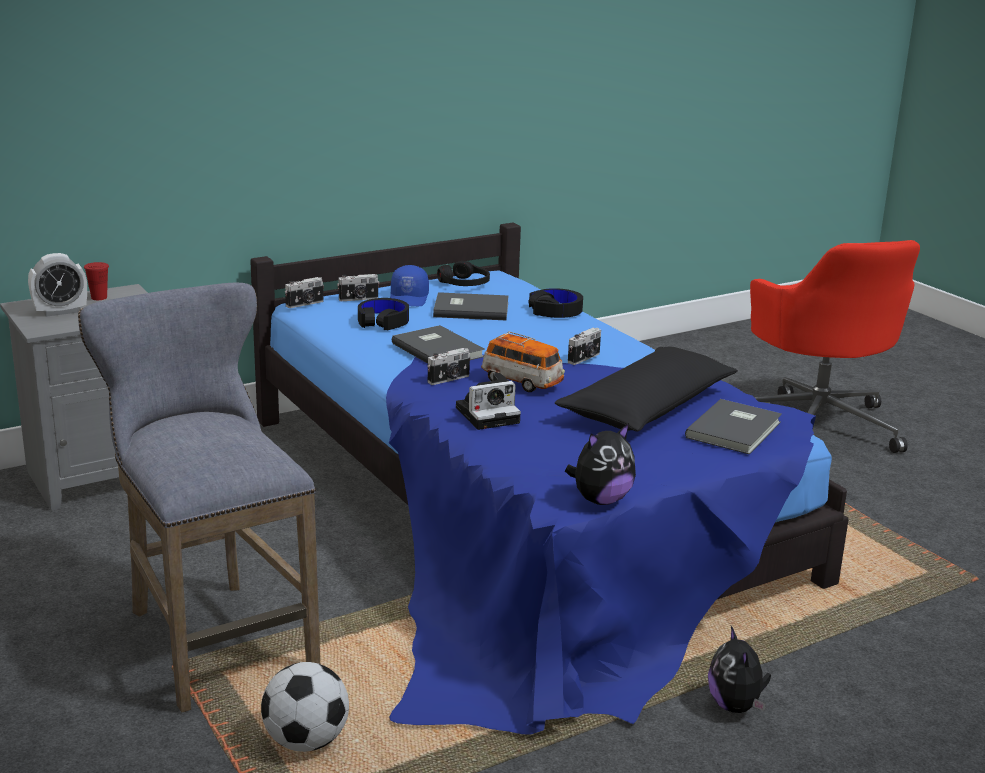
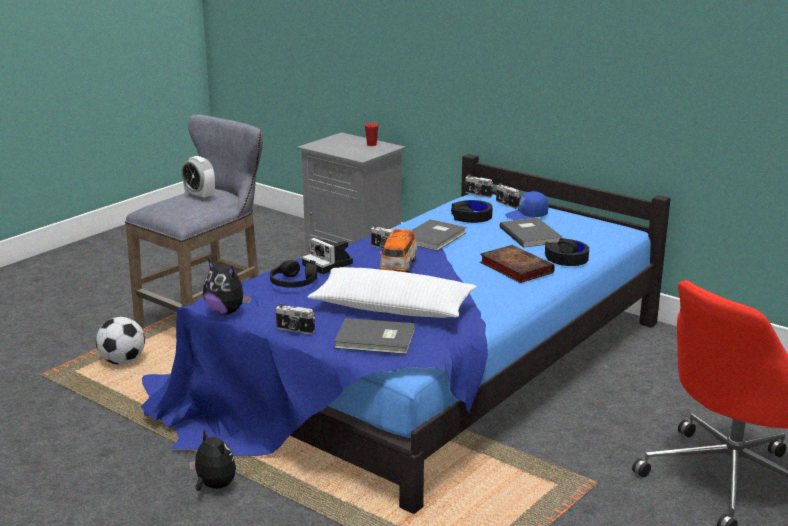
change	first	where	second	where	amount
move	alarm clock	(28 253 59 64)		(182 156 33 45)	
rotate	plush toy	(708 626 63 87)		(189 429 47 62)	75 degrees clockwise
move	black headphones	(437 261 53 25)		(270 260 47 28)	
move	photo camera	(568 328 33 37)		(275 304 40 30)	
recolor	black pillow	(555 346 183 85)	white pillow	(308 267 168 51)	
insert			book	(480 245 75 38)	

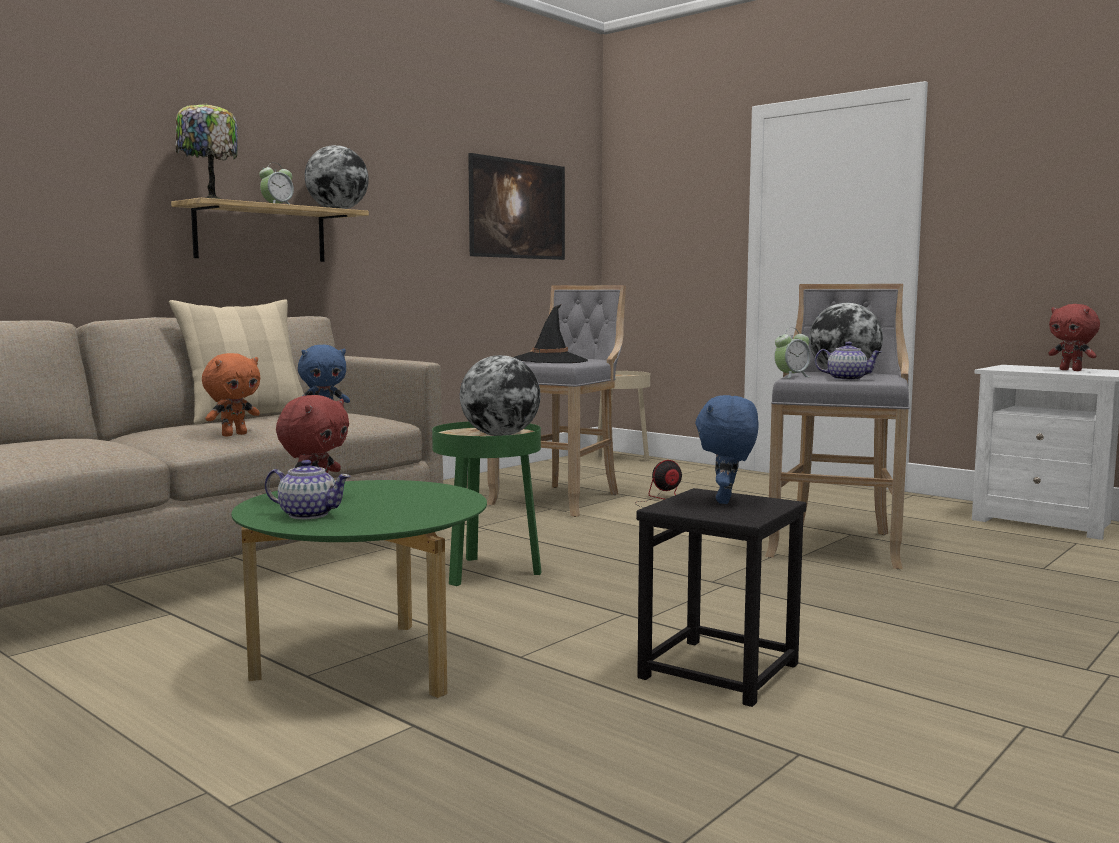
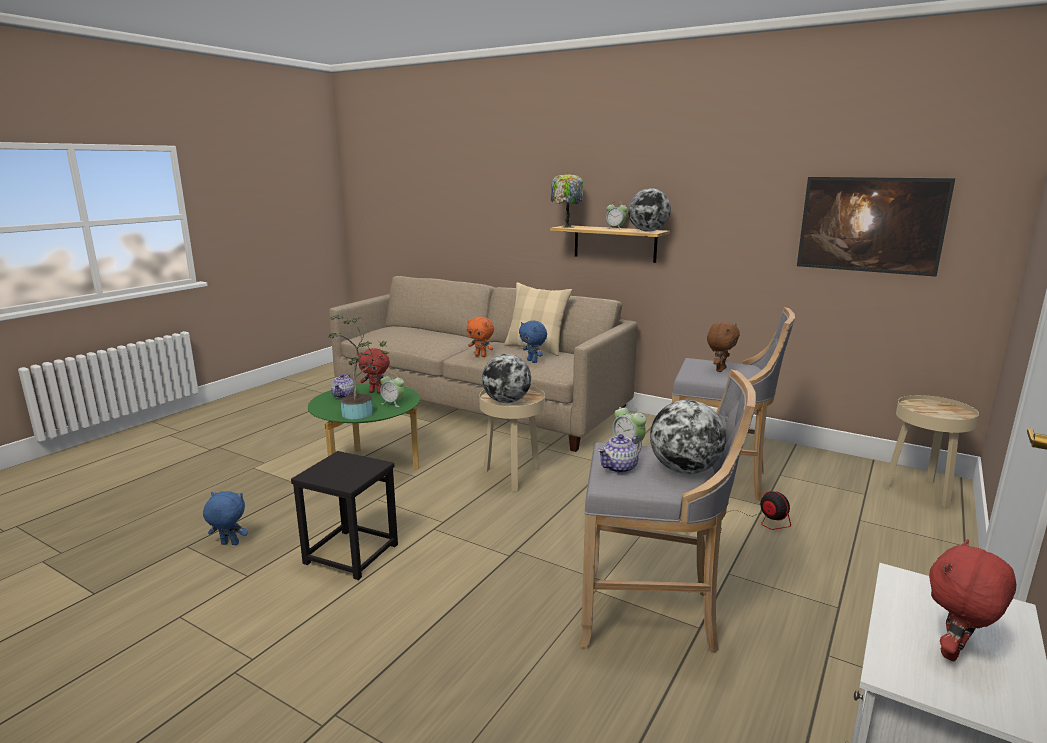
change	first	where	second	where	amount
move	blue plush toy	(695 395 63 109)		(203 491 45 54)	
insert			potted plant	(328 316 61 103)	
insert			alarm clock	(380 373 24 34)	
recolor	green side table	(432 422 109 164)	beige side table	(479 386 66 105)	
rotate	teapot	(815 342 66 39)		(598 434 44 40)	45 degrees clockwise
replace	black hat	(514 304 74 59)	brown plush toy	(707 322 33 50)	

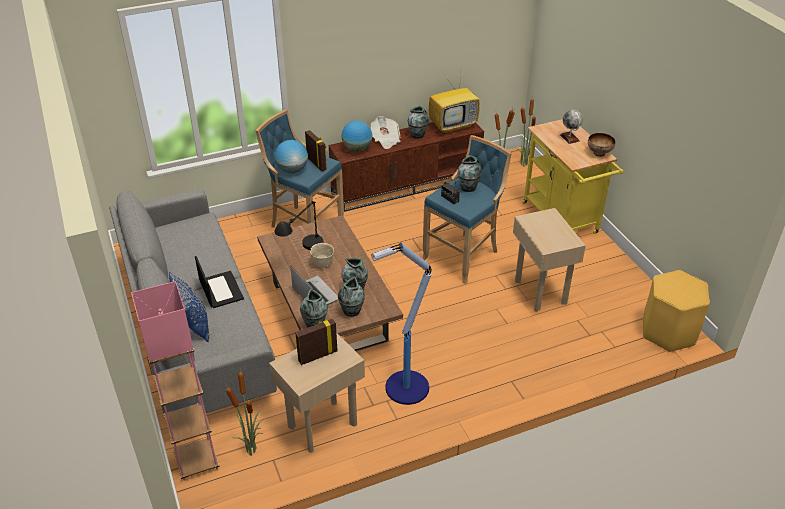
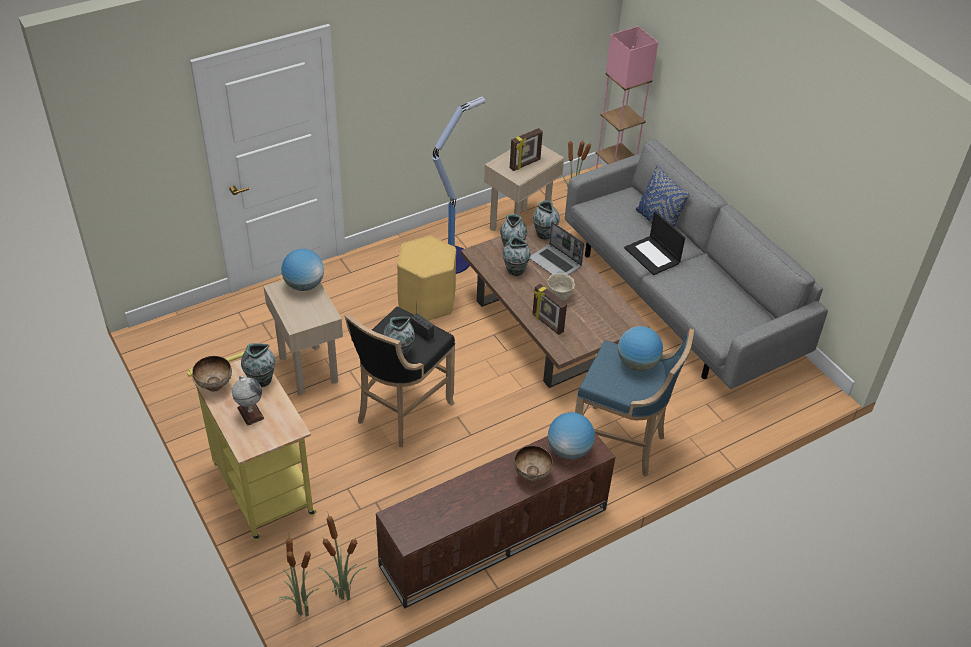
change	first	where	second	where	amount
move	vase	(407 106 22 33)		(241 343 34 44)	
insert			globe	(281 249 43 42)	
recolor	blue stool	(422 135 90 149)	black stool	(345 307 110 140)	
move	yellow stool	(643 270 67 82)		(397 236 59 85)	
replace	newspaper	(370 116 31 33)	bowl	(514 446 39 35)	
move	picture frame	(305 130 22 41)		(532 284 35 51)	
delete	black table lamp	(274 201 50 49)			
delete	television	(429 74 51 60)			

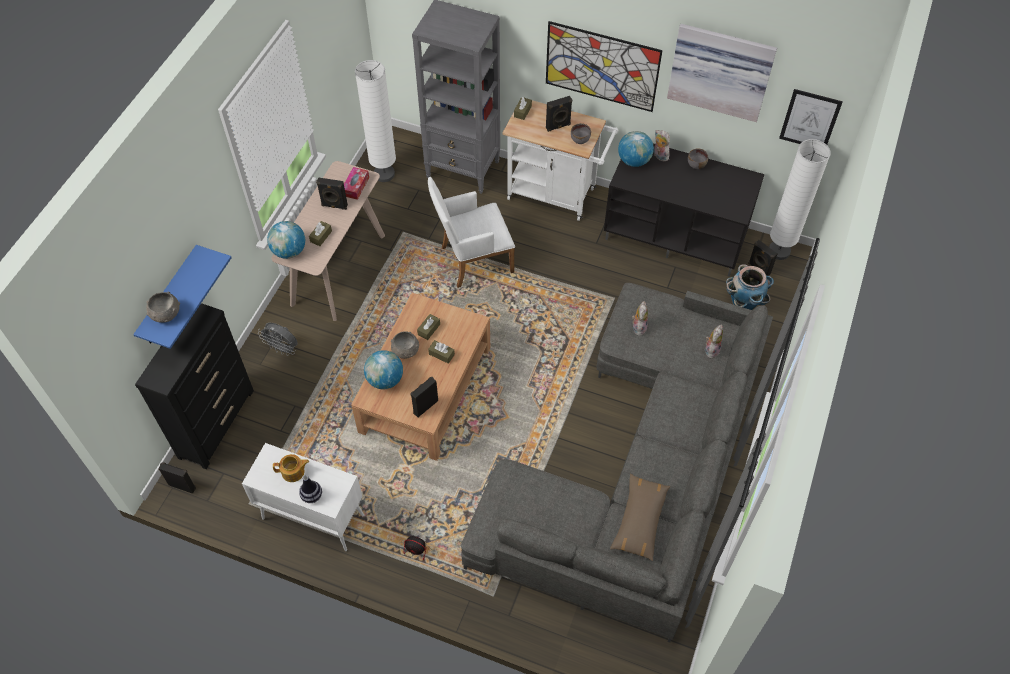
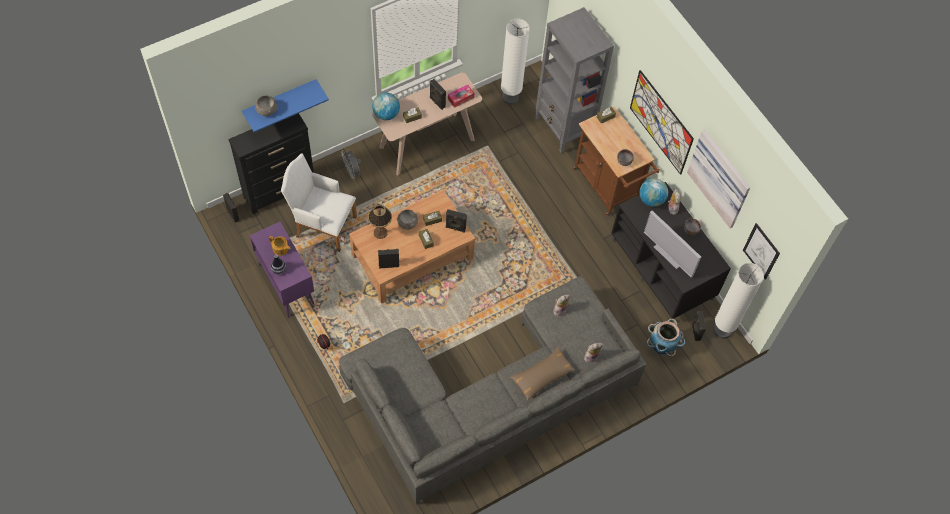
change	first	where	second	where	amount
recolor	white cabinet	(242 443 122 108)	purple cabinet	(249 222 65 95)	
move	white armchair	(428 177 87 111)		(281 153 76 99)	
replace	globe	(364 350 39 39)	table lamp	(368 205 24 34)	
move	black speaker	(546 96 26 36)		(446 209 21 23)	
move	brown pillow	(610 474 60 87)		(510 347 65 54)	
recolor	white cart	(502 100 116 121)	brown cart	(573 107 87 108)	
insert			television	(644 211 57 67)	

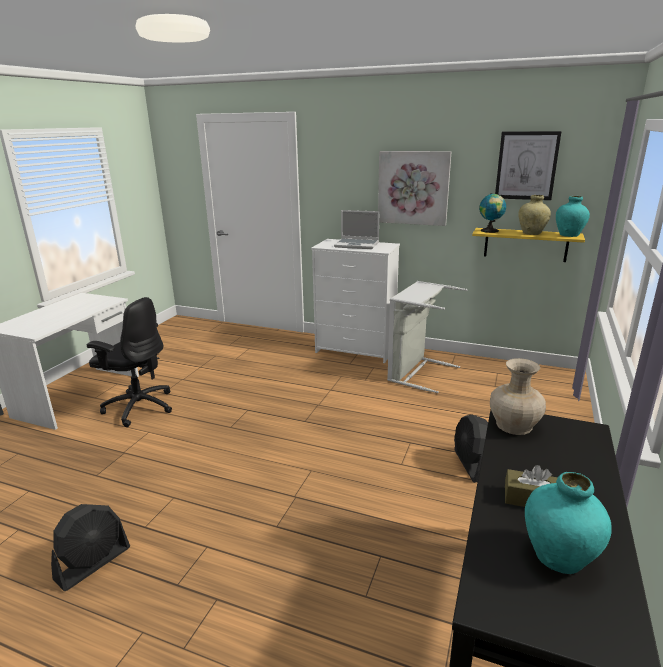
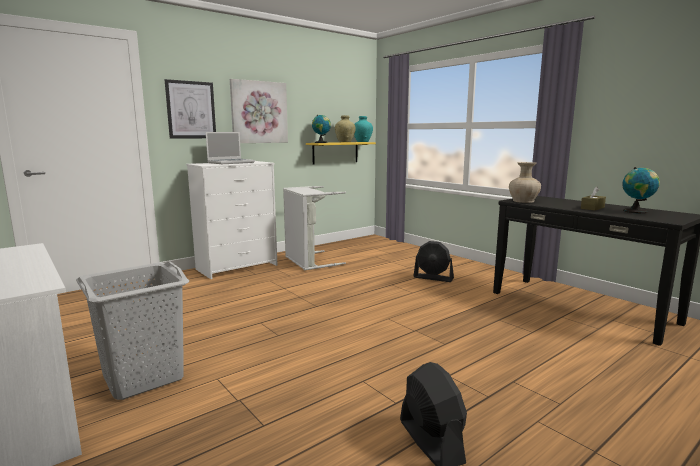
change	first	where	second	where	amount
replace	black office chair	(87 297 85 130)	grey laundry basket	(76 261 113 139)	
move	picture	(495 131 67 69)		(165 79 51 60)	
replace	turquoise vase	(525 472 87 102)	globe	(622 167 38 47)	

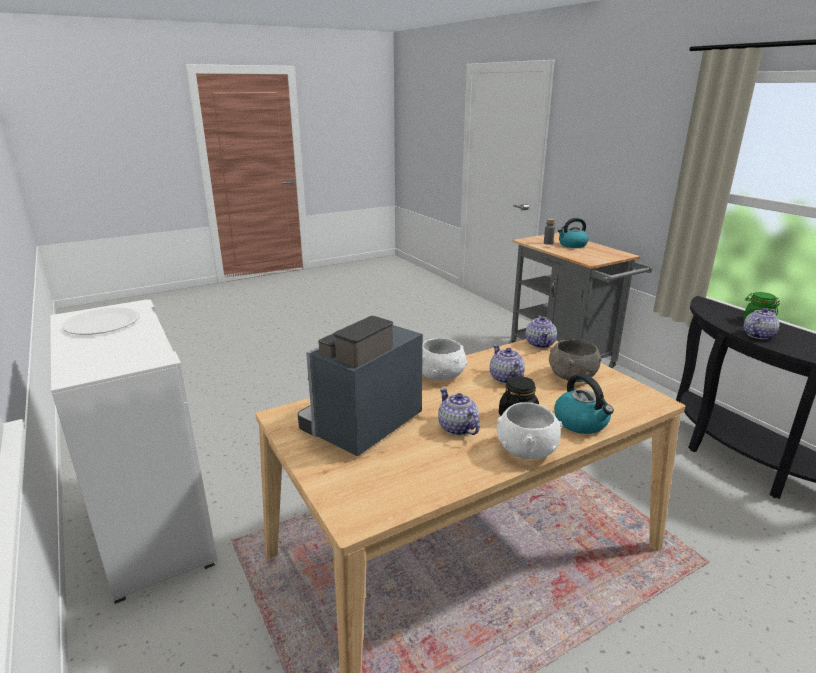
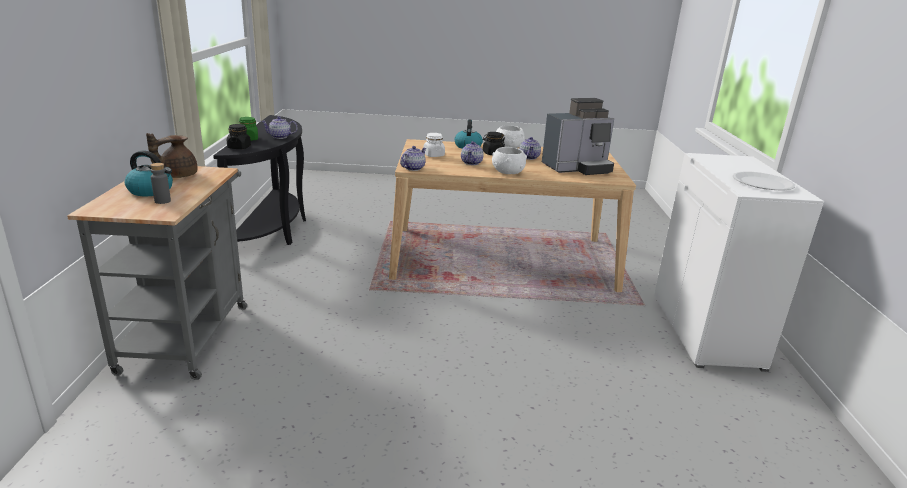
change	first	where	second	where	amount
insert			brown teapot	(146 133 51 45)	
insert			black jar	(227 124 24 25)	
replace	grey bowl	(549 339 52 43)	white jar	(423 133 22 24)	

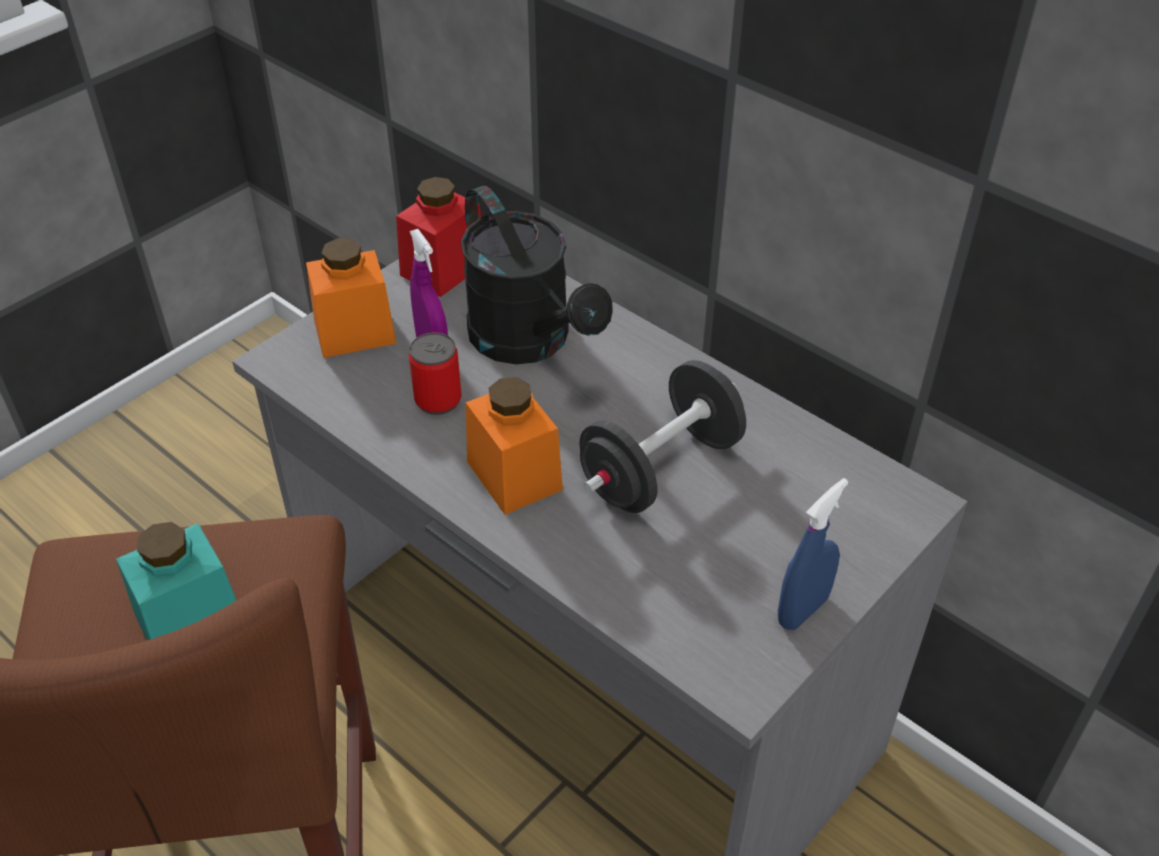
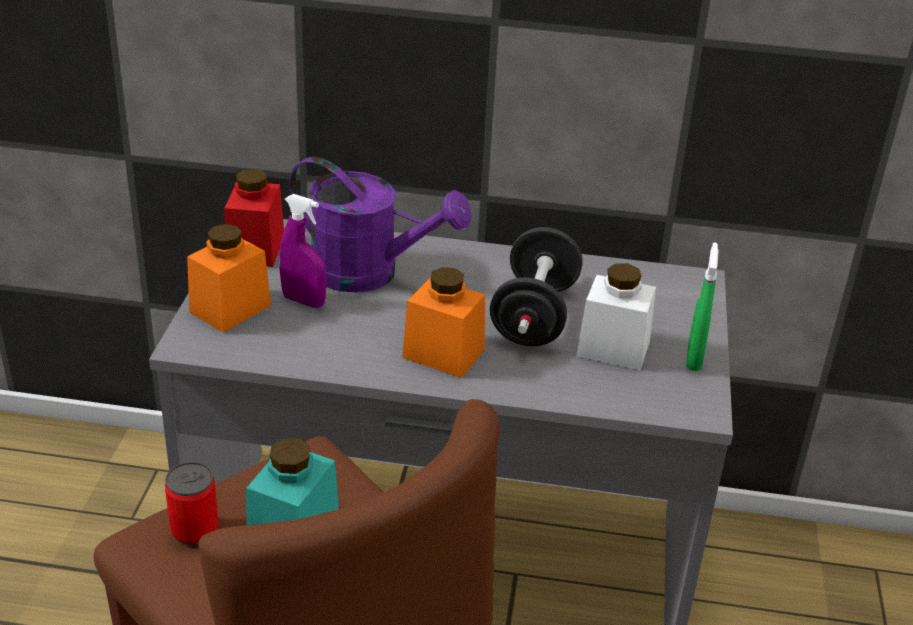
change	first	where	second	where	amount
move	can	(409 332 53 83)		(165 462 54 83)	
recolor	black watering can	(461 186 152 178)	purple watering can	(289 157 183 136)	
insert			white jar	(576 264 80 106)	
recolor	blue spray bottle	(778 478 71 152)	green spray bottle	(686 242 33 129)	

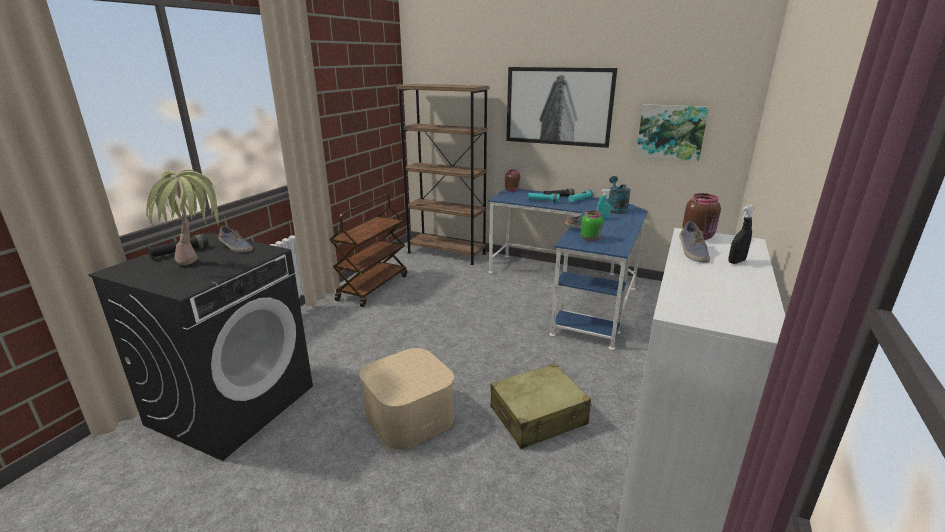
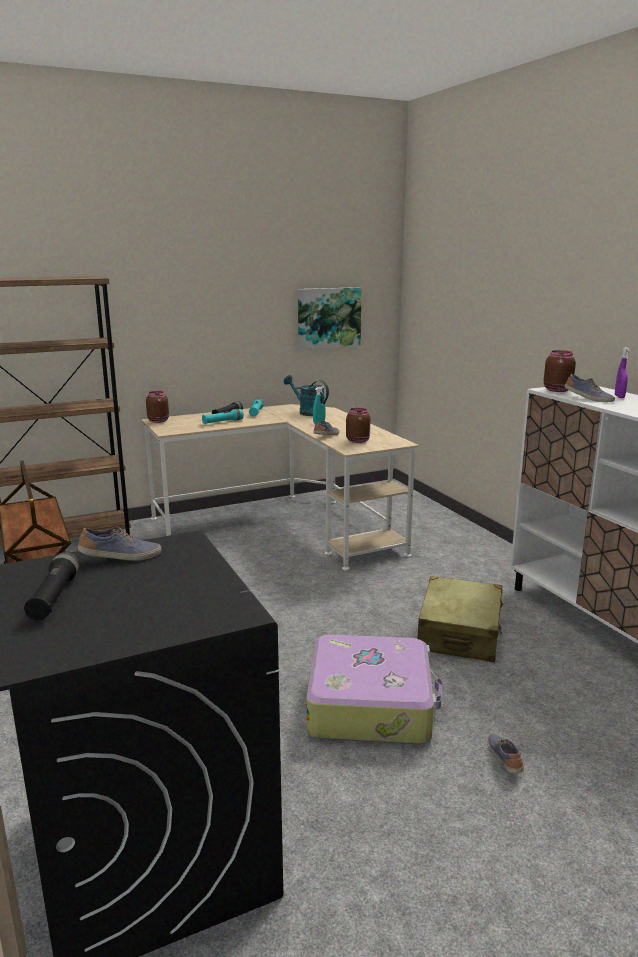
change	first	where	second	where	amount
recolor	blue desk	(488 189 160 161)	beige desk	(142 404 277 166)	
replace	beige storage box	(360 348 94 102)	suitcase	(307 634 135 110)	
recolor	green jar	(581 211 22 30)	brown jar	(346 408 24 35)	
insert			shoe	(487 734 37 40)	
recolor	black spray bottle	(728 205 28 59)	purple spray bottle	(615 347 15 51)	
delete	potted plant	(146 170 73 95)			
delete	picture	(506 67 111 81)			

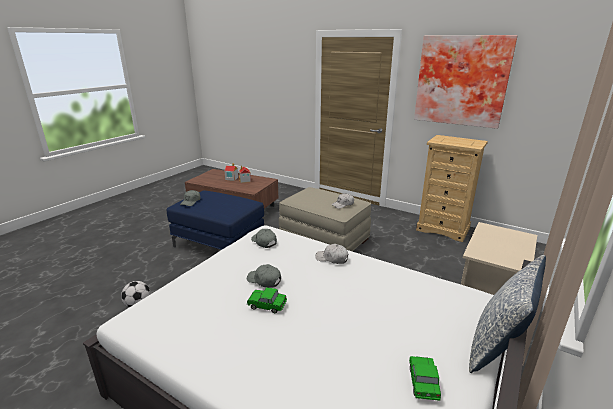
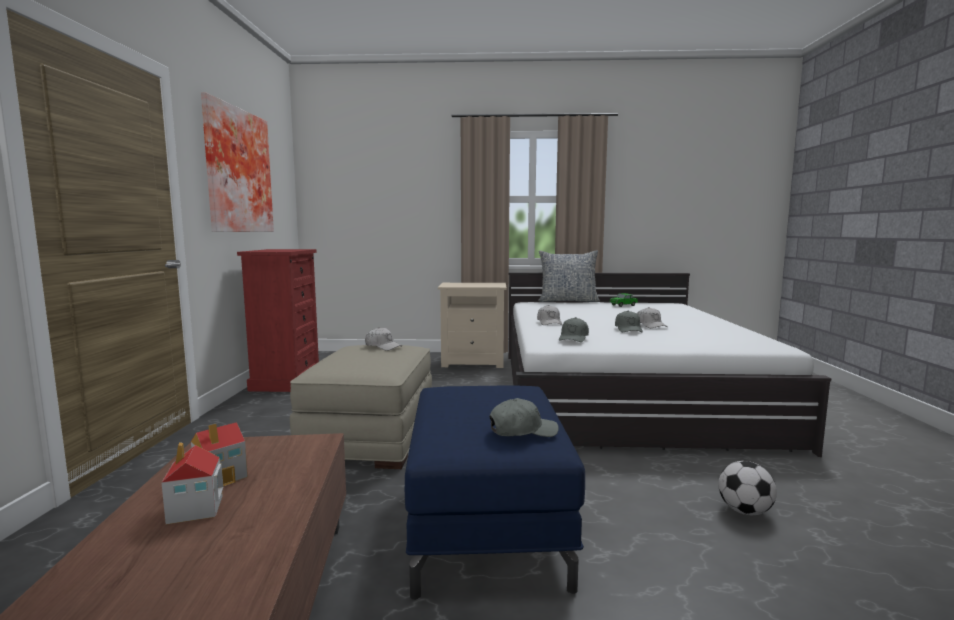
change	first	where	second	where	amount
recolor	beige dresser	(416 135 72 107)	red dresser	(237 249 82 143)	
replace	toy car	(247 287 40 26)	white cap	(637 307 30 21)	

